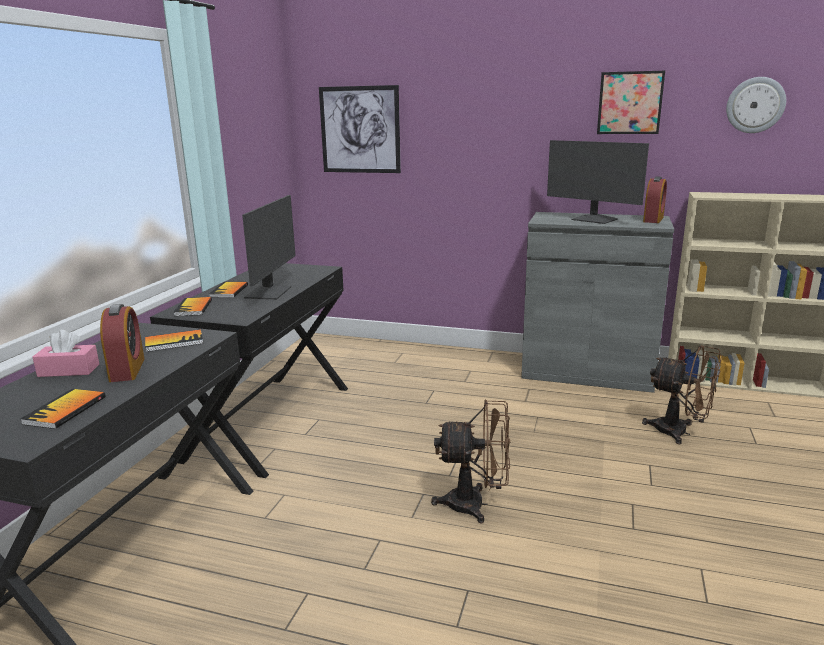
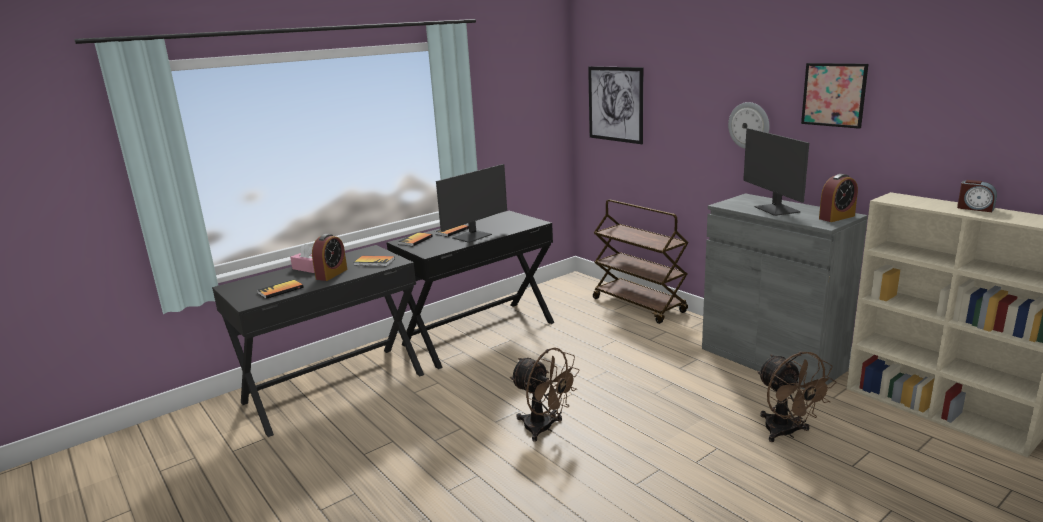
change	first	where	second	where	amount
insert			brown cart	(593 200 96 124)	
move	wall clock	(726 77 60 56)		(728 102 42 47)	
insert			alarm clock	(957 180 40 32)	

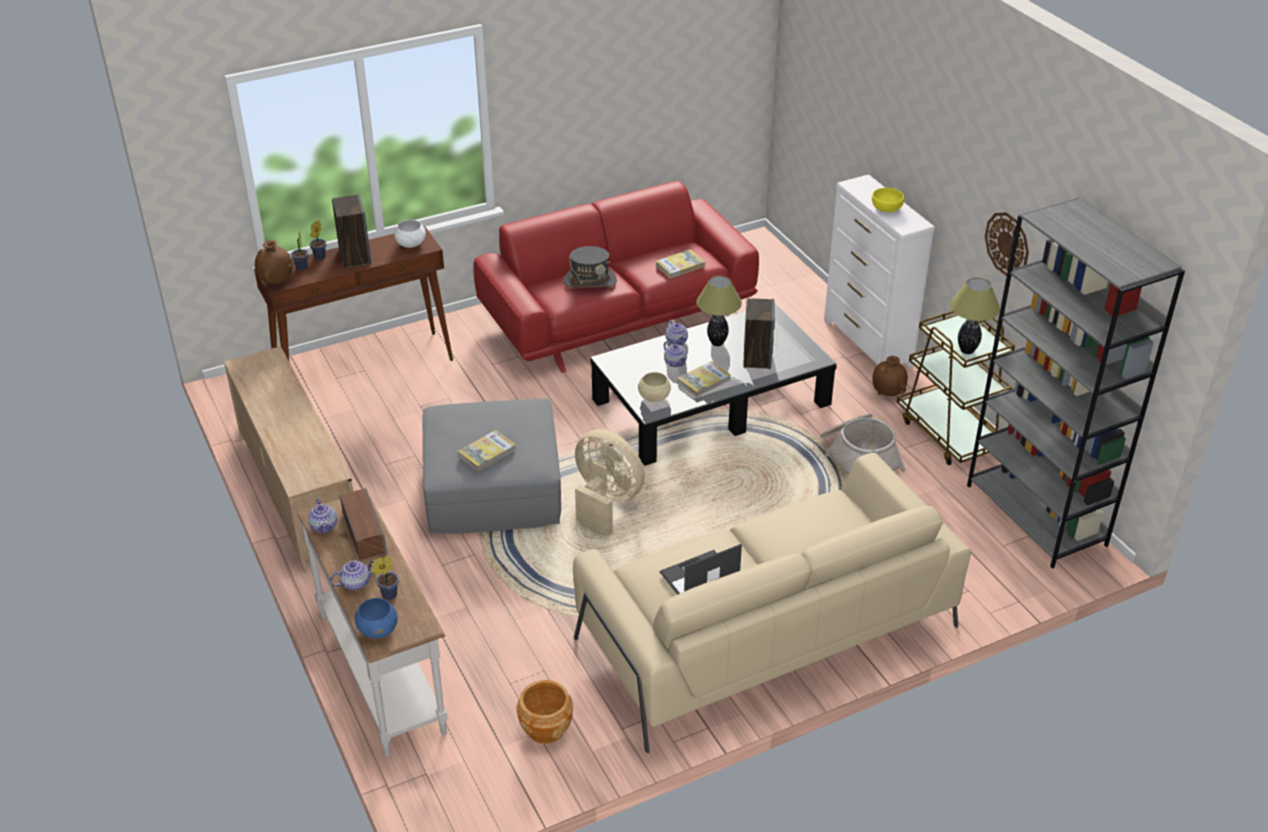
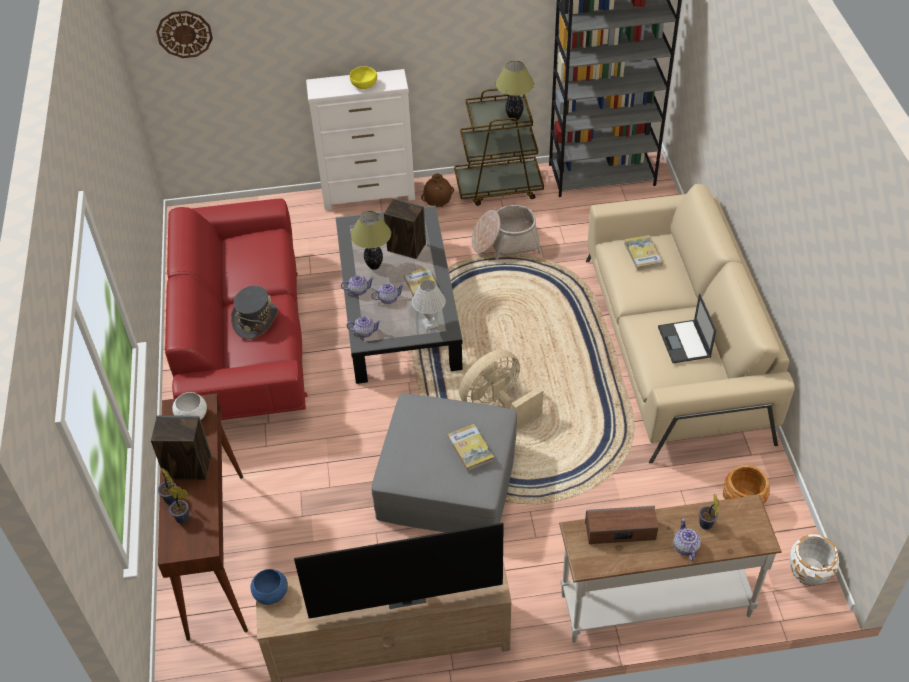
change	first	where	second	where	amount
move	wall clock	(985 212 44 64)		(156 11 57 47)	
move	blue bowl	(355 598 43 40)		(250 569 38 36)	
insert			television	(294 523 210 96)	
move	teapot	(308 498 29 36)		(346 316 35 21)	
replace	beige bowl	(638 372 33 30)	white table lamp	(412 280 34 50)	
move	book	(656 249 49 30)		(624 235 39 36)	
insert			white planter	(790 534 49 52)	
delete	brown vase	(255 240 38 44)			

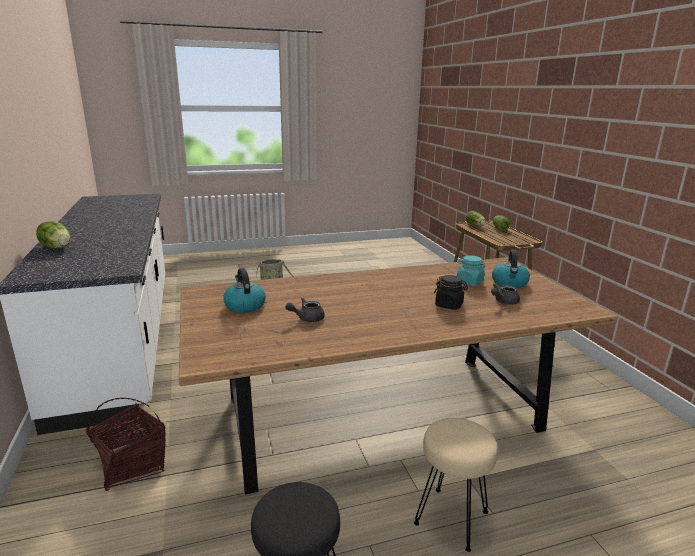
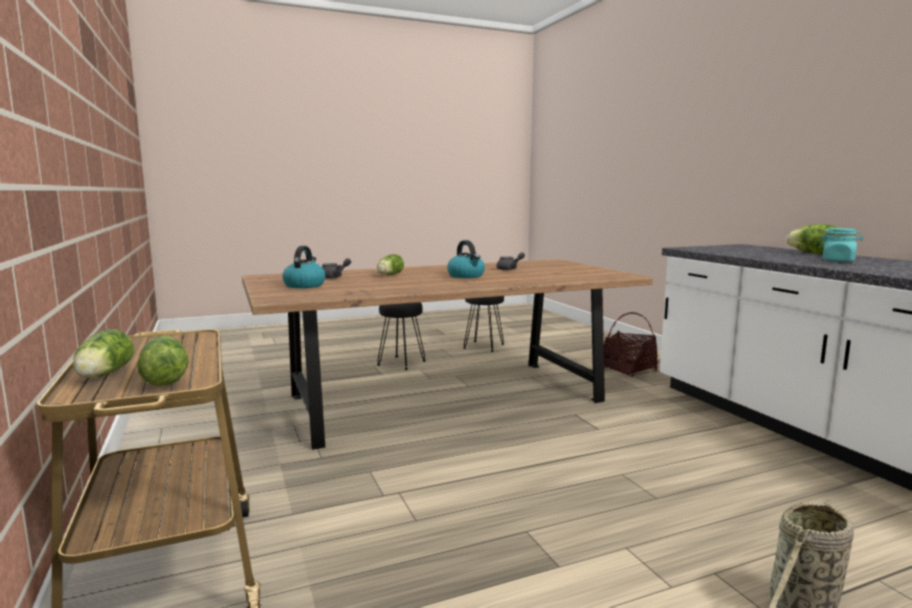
change	first	where	second	where	amount
replace	black jar	(434 275 34 35)	lettuce	(377 254 27 21)	
recolor	beige stool	(414 418 84 134)	black stool	(377 302 49 68)	
move	kettle	(223 268 43 45)		(447 240 38 38)	
move	turquoise jar	(457 256 28 30)		(819 228 45 34)	

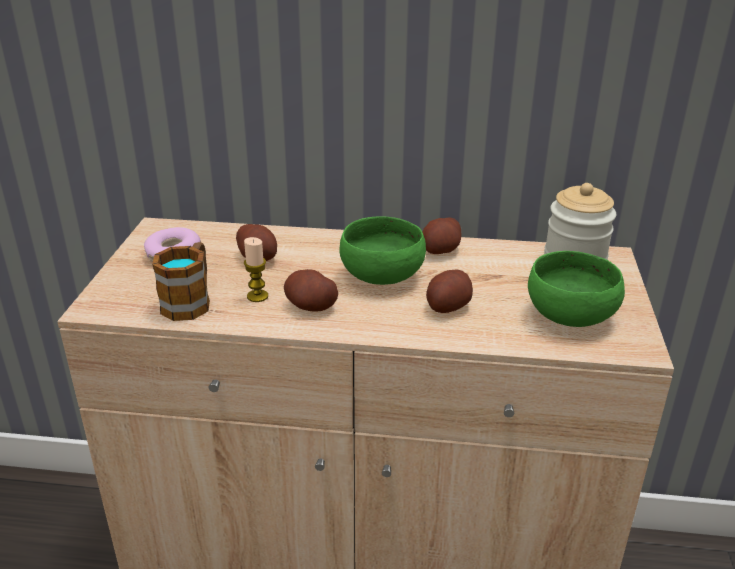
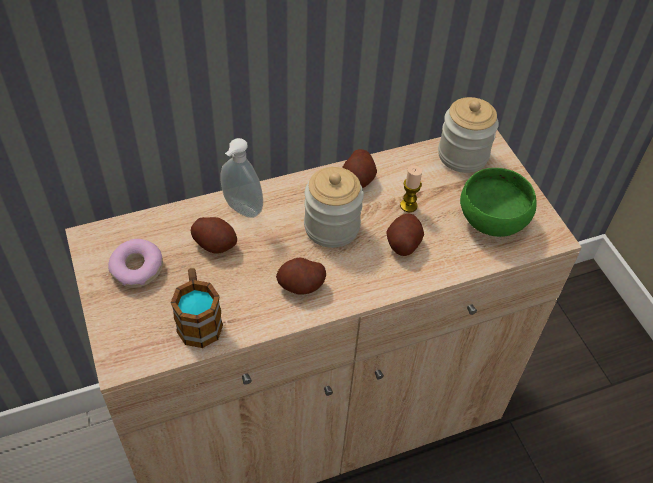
change	first	where	second	where	amount
insert			soap dispenser	(221 138 42 80)	
replace	green bowl	(339 216 87 69)	jar	(304 167 60 81)	
move	candle	(244 237 24 65)		(400 166 22 47)	

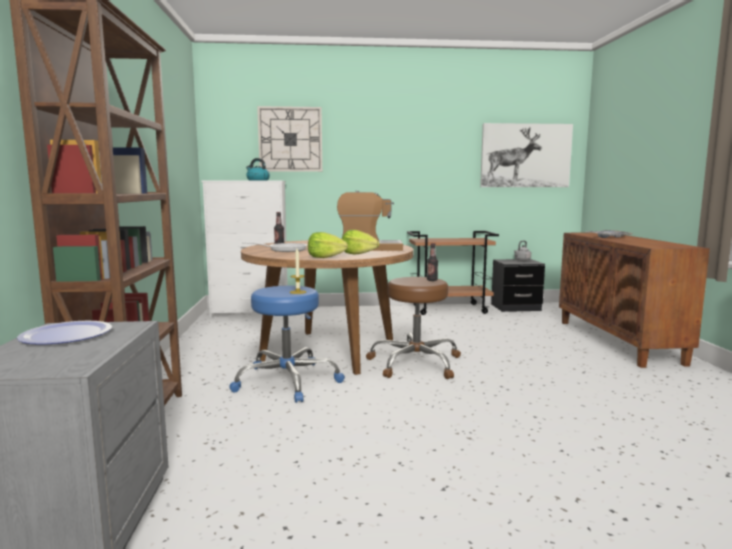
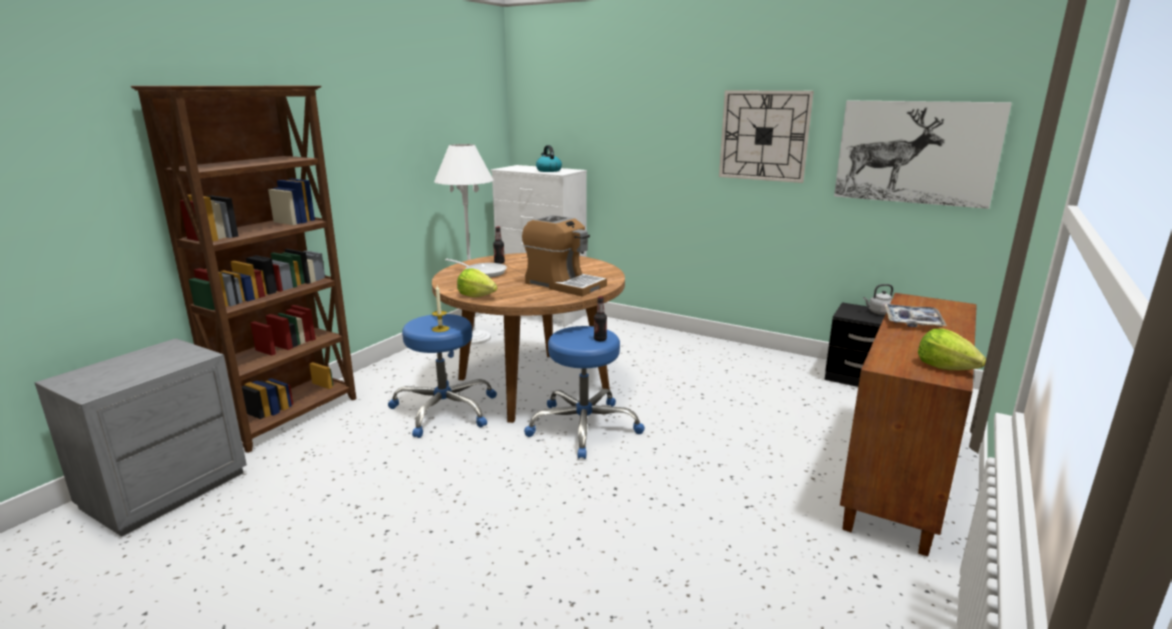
change	first	where	second	where	amount
insert			white floor lamp	(434 144 60 201)	
recolor	brown stool	(366 277 95 102)	blue stool	(524 326 121 133)	
move	wall clock	(257 106 65 66)		(719 90 95 93)	
move	lettuce	(342 230 37 25)		(918 329 68 41)	
delete	plate	(17 321 95 24)			
delete	brown cart	(407 231 92 84)			

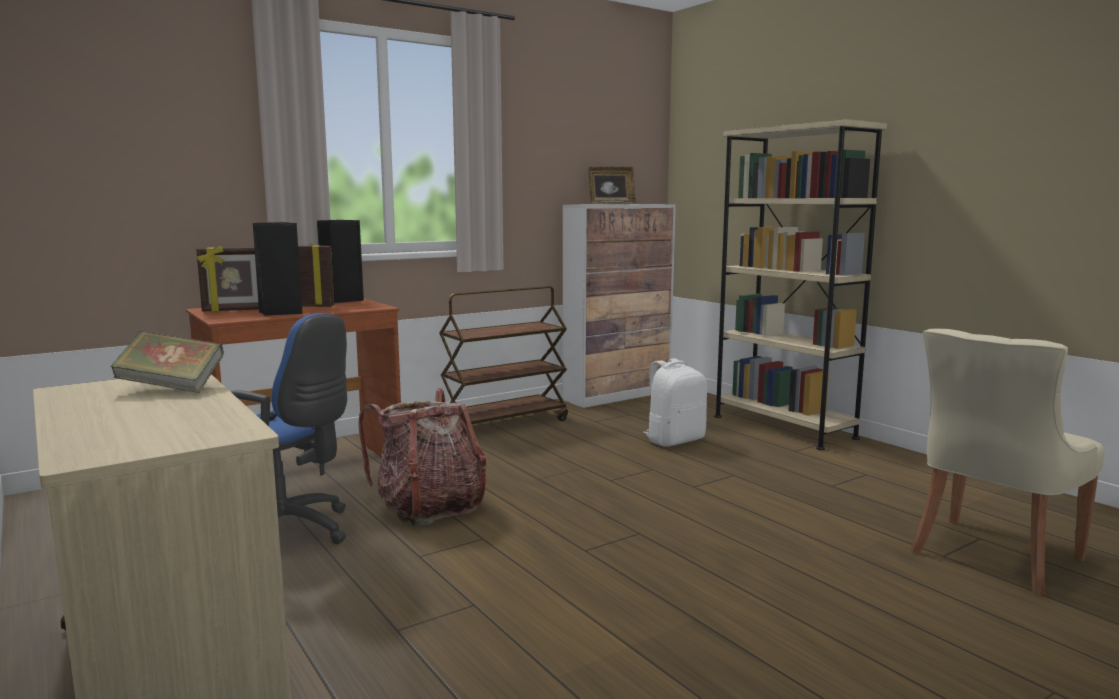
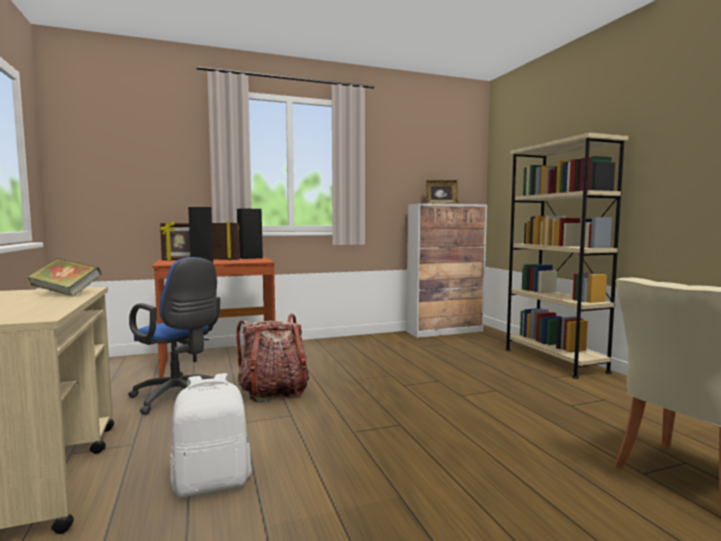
change	first	where	second	where	amount
move	white backpack	(642 358 65 89)		(170 373 82 124)	
delete	brown cart	(439 286 129 138)			

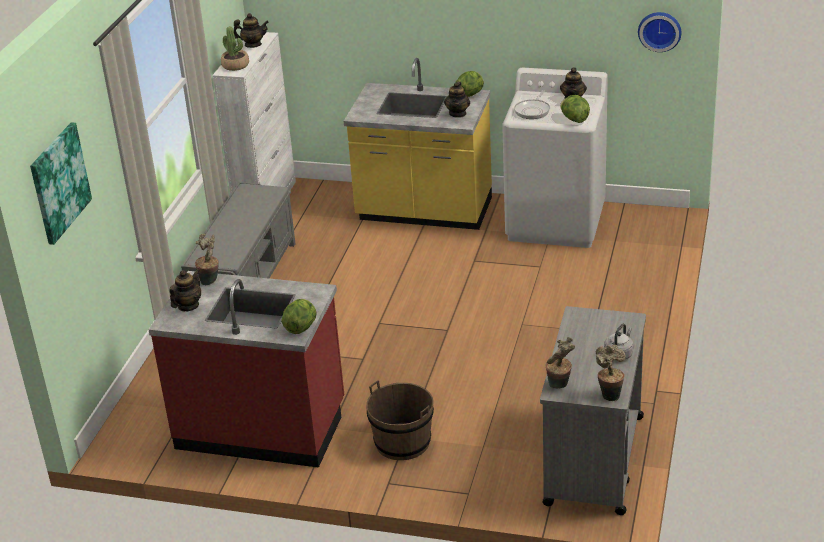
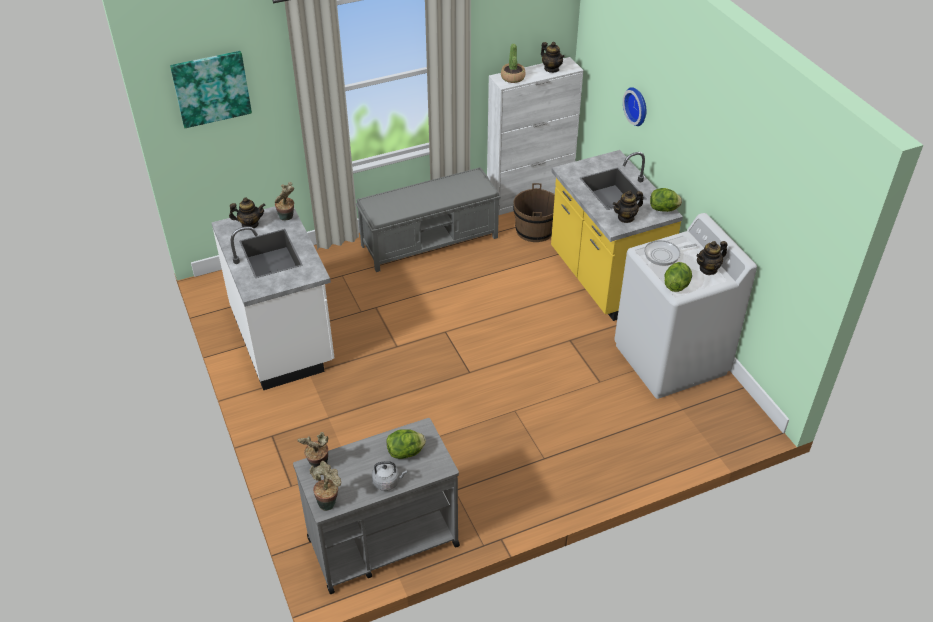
change	first	where	second	where	amount
recolor	red counter	(149 271 195 197)	white counter	(211 206 124 184)	
move	lettuce	(282 299 35 35)		(387 429 39 30)	
move	brown bucket	(366 380 68 80)		(513 183 42 59)	
move	wall clock	(638 12 44 40)		(623 87 23 39)	

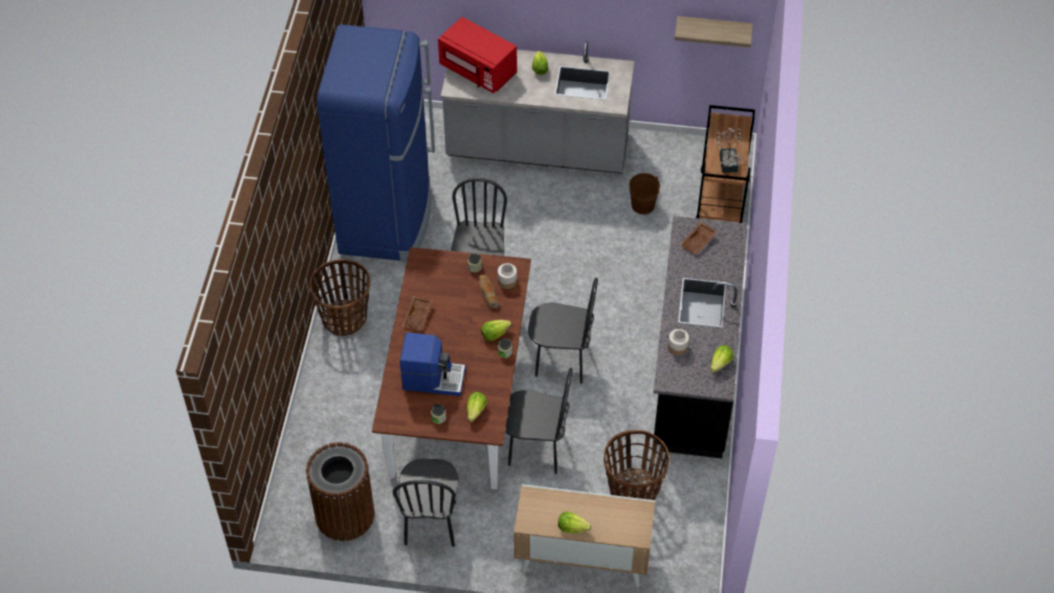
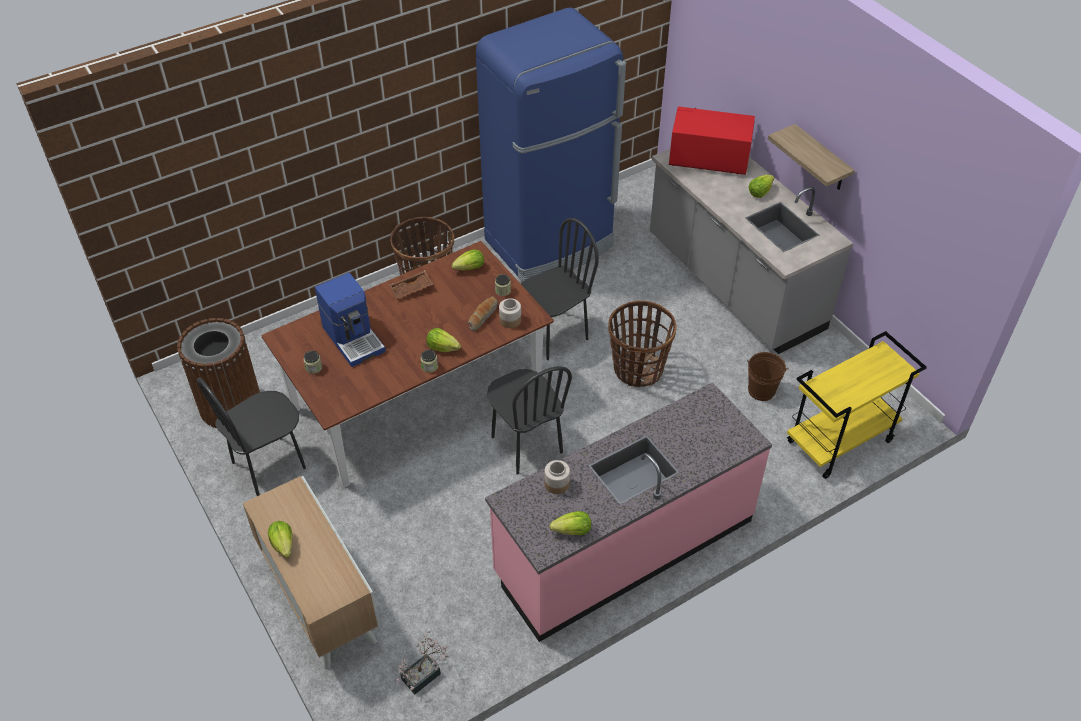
change	first	where	second	where	amount
move	potted plant	(715 128 28 45)		(396 631 53 63)	
move	lettuce	(467 392 20 30)		(452 249 32 21)	
recolor	black counter	(653 216 94 243)	pink counter	(485 382 287 260)	
move	basket	(604 430 66 70)		(608 301 68 86)	
rotate	red microwave	(438 17 79 76)		(669 106 86 69)	105 degrees clockwise
move	shelf	(675 16 78 32)		(768 124 87 66)	
recolor	brown cart	(696 105 59 118)	yellow cart	(787 331 140 148)	
delete	black chair	(505 368 68 106)			
delete	brown tray	(680 222 37 33)			

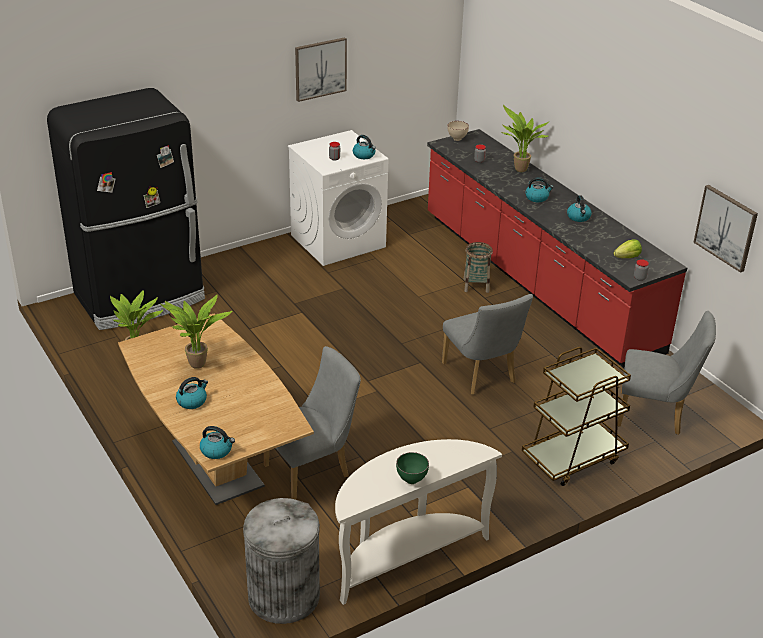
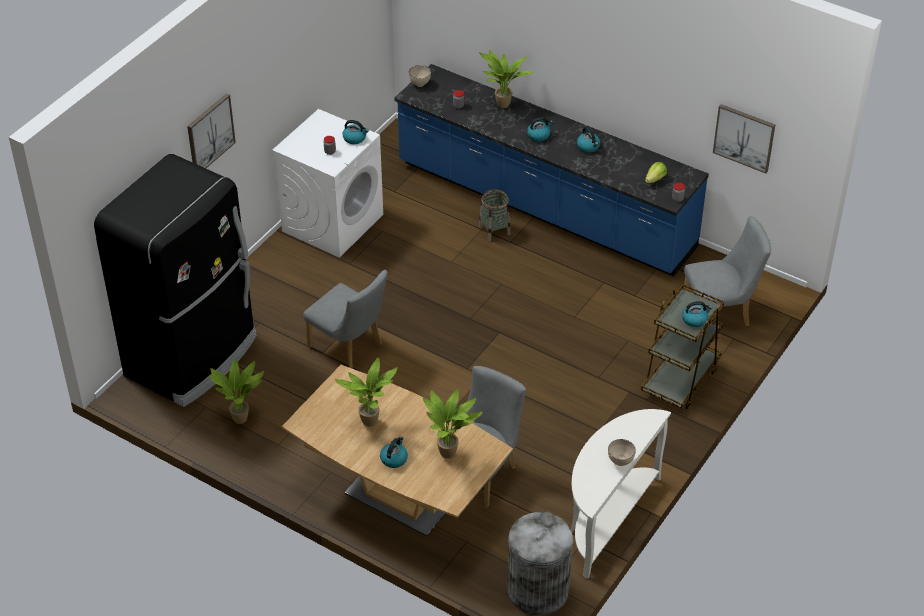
change	first	where	second	where	amount
move	picture	(295 37 52 65)		(187 93 49 75)	
move	grey chair	(442 294 91 101)		(303 270 84 99)	
recolor	red counter	(427 129 260 239)	blue counter	(394 64 315 213)	
insert			potted plant	(423 389 59 70)	
recolor	green bowl	(396 452 33 32)	beige bowl	(608 439 28 27)	
move	kettle	(200 426 35 33)		(682 301 30 26)	

